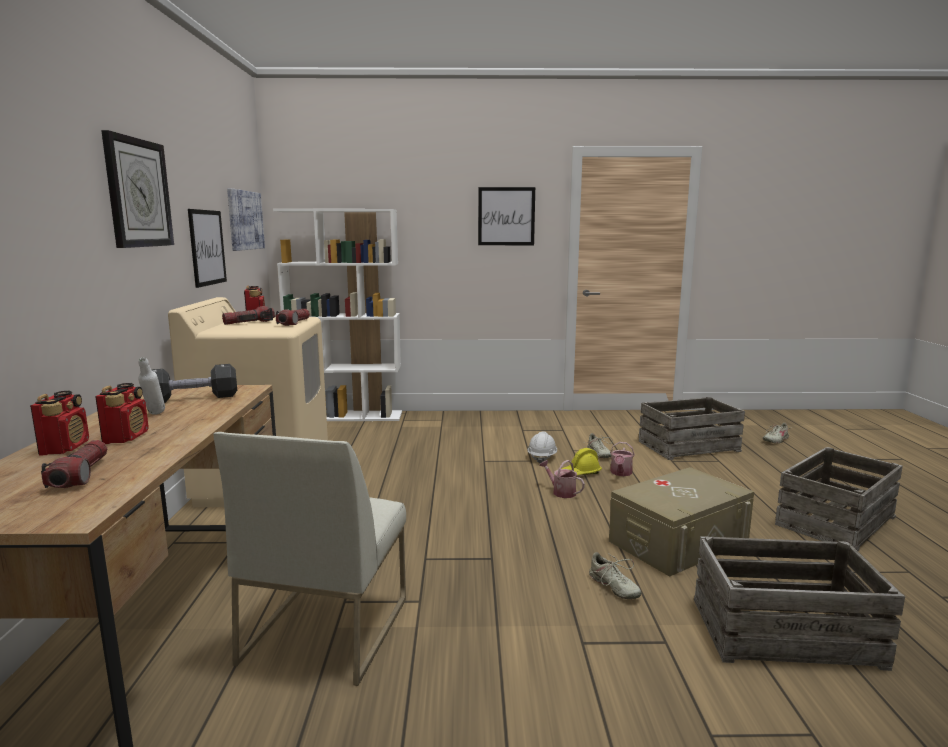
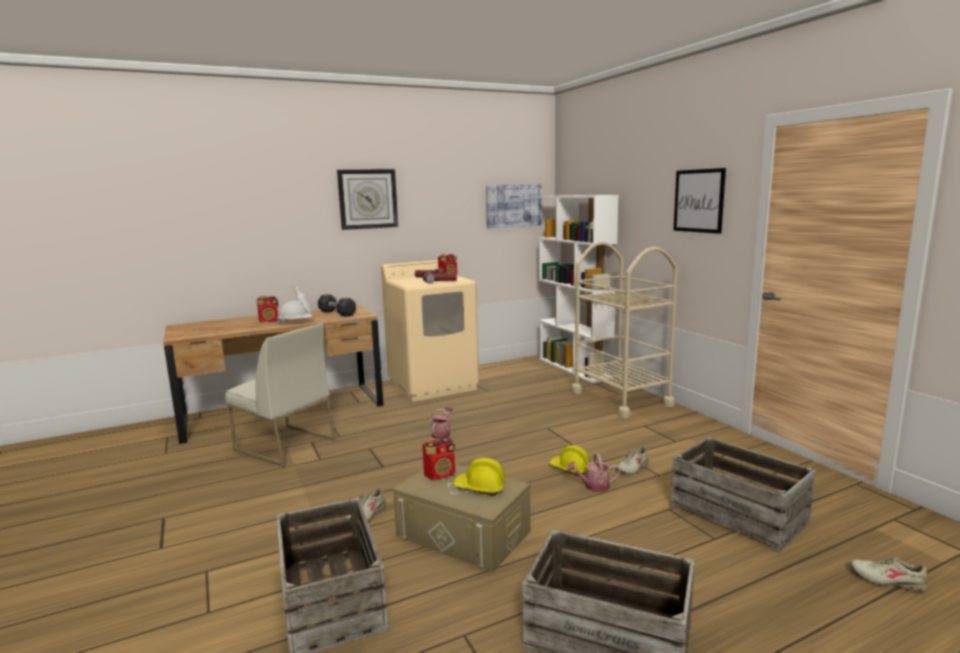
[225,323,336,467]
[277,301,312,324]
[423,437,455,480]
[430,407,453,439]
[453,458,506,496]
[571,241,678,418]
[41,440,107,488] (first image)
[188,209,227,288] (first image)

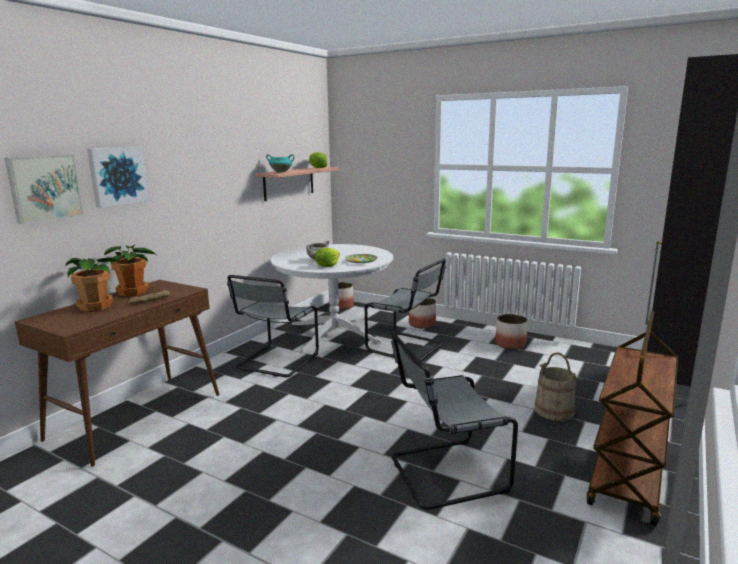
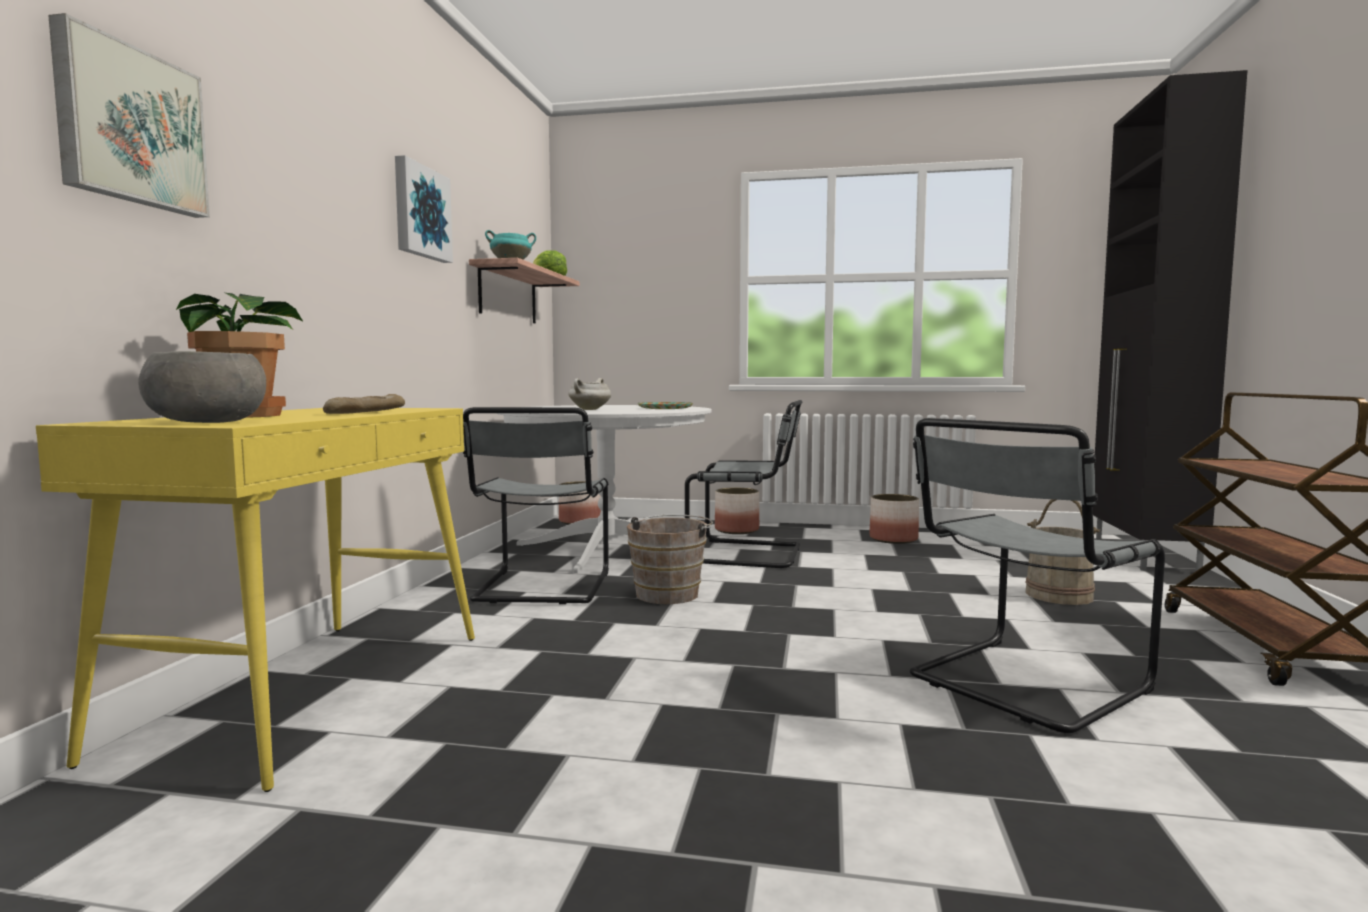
[36,408,475,792]
[138,351,266,423]
[395,155,453,263]
[627,515,713,604]
[104,245,156,296] (first image)
[315,248,340,267] (first image)

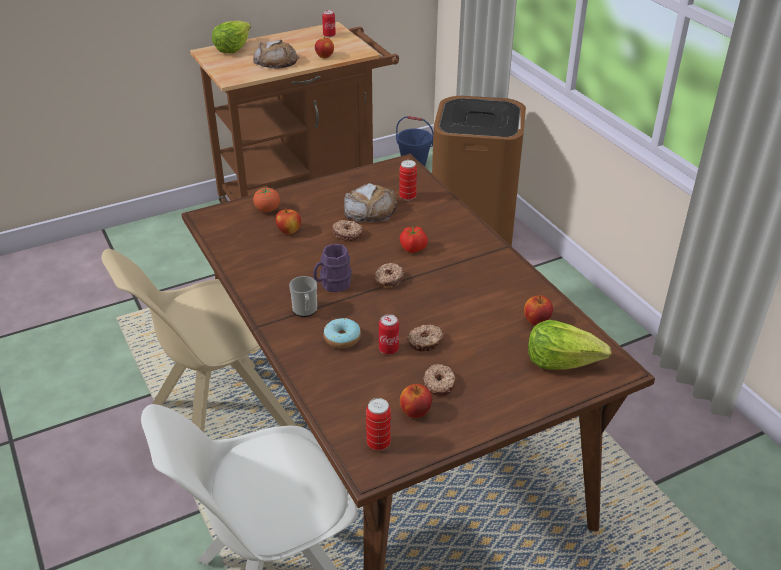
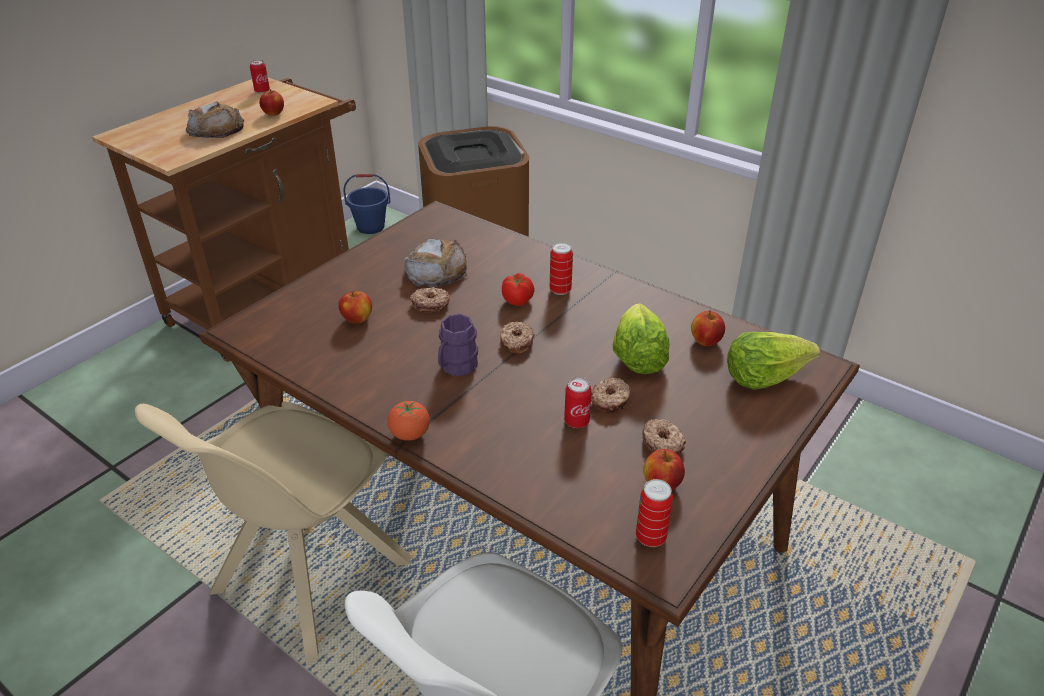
[388,401,430,440]
[550,242,573,295]
[613,303,669,374]
[289,276,317,317] (first image)
[324,318,361,349] (first image)

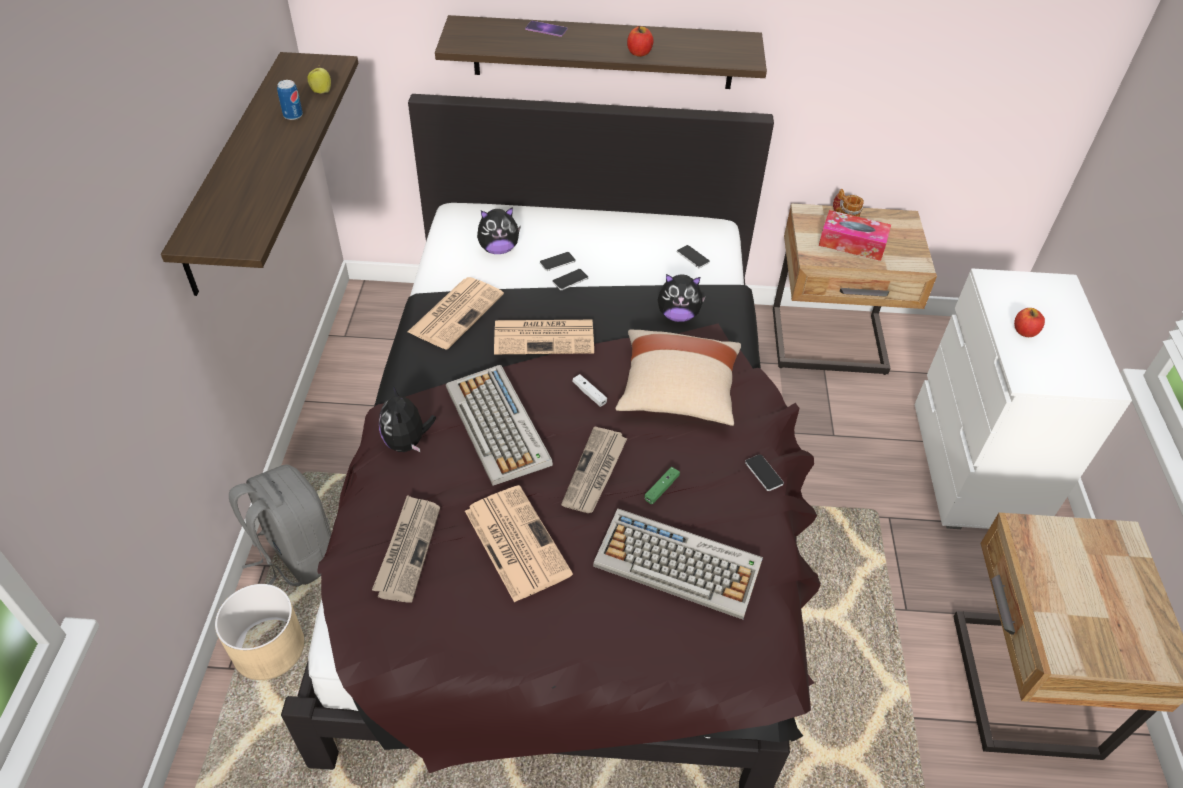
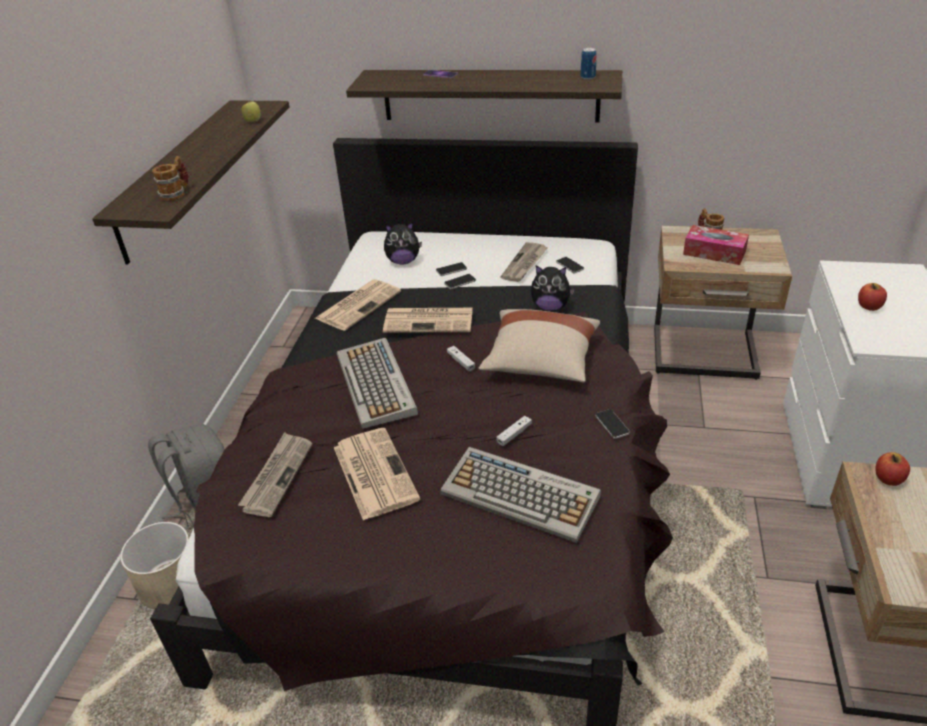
[152,156,188,201]
[496,416,532,446]
[500,242,548,282]
[581,48,597,80]
[875,452,910,486]
[379,386,436,452] (first image)

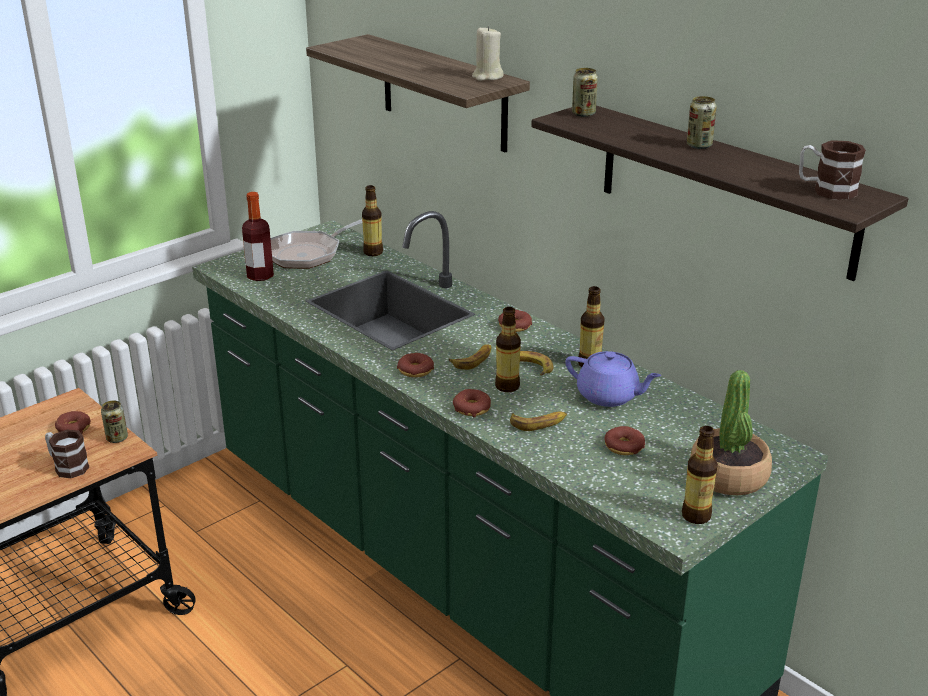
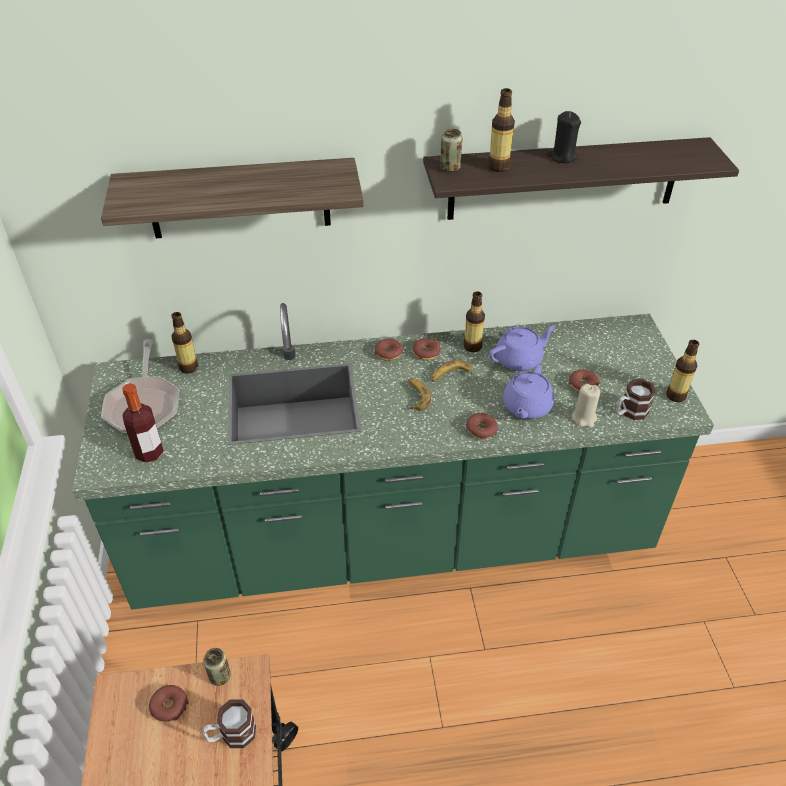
[412,338,441,360]
[488,88,515,172]
[503,365,554,419]
[548,111,581,163]
[572,384,601,428]
[616,379,656,420]
[690,370,772,495] (first image)

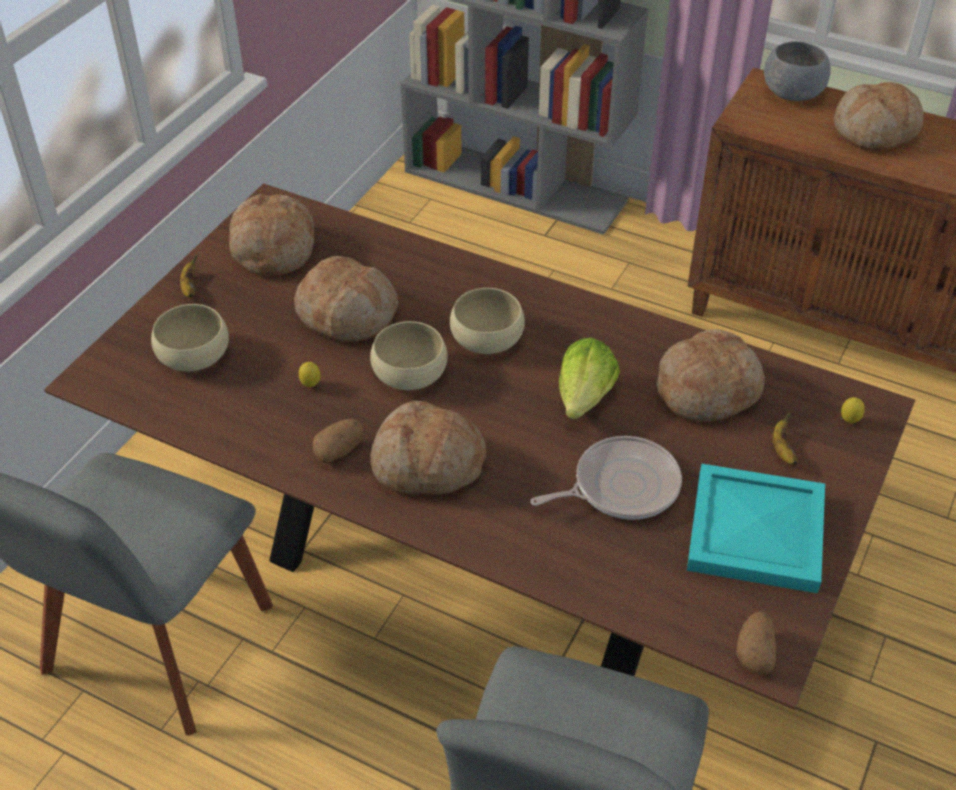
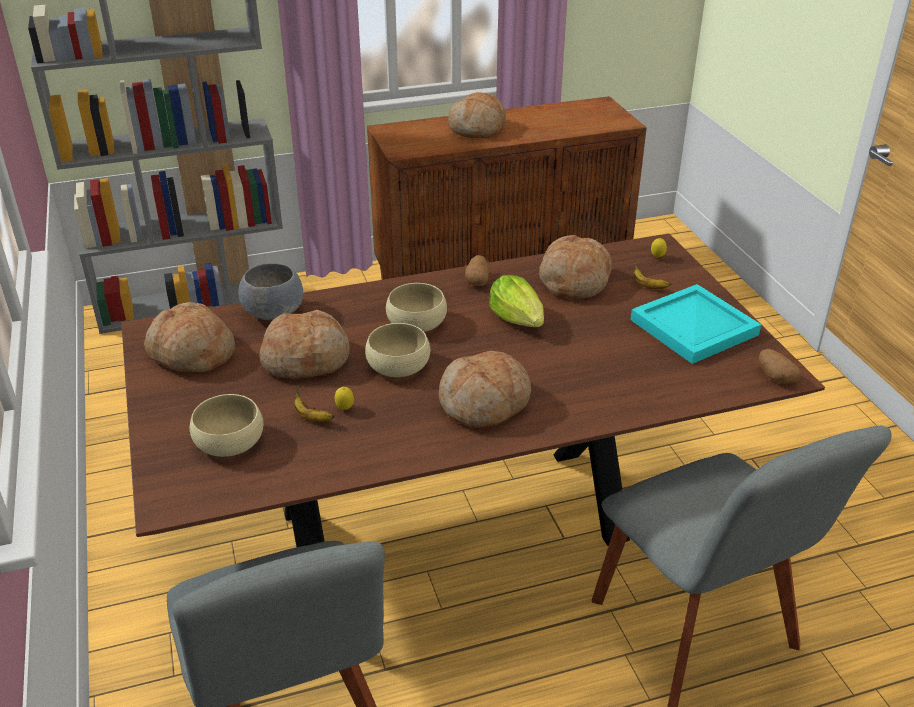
[239,263,303,320]
[294,388,334,422]
[465,255,489,286]
[530,436,682,520] (first image)

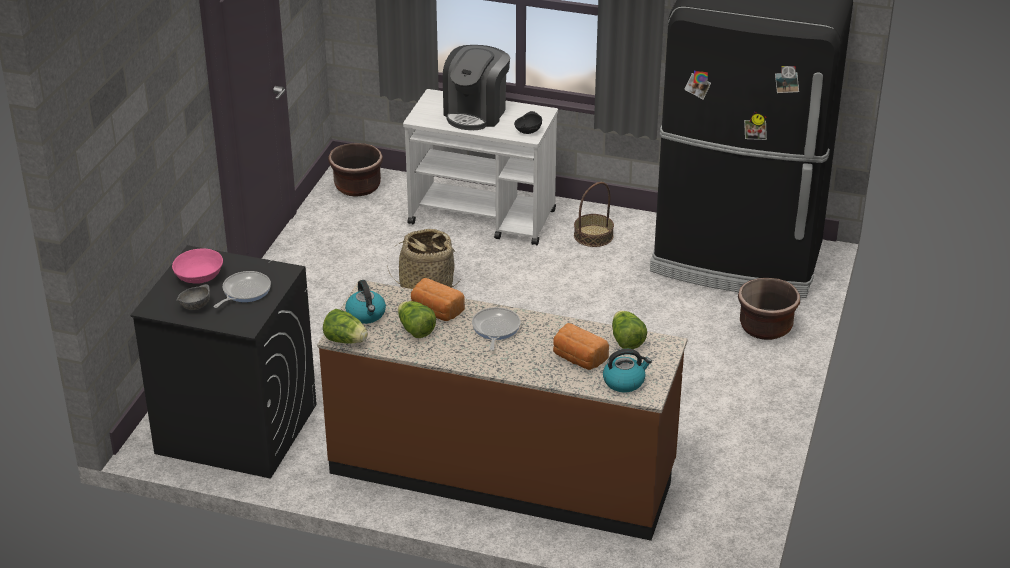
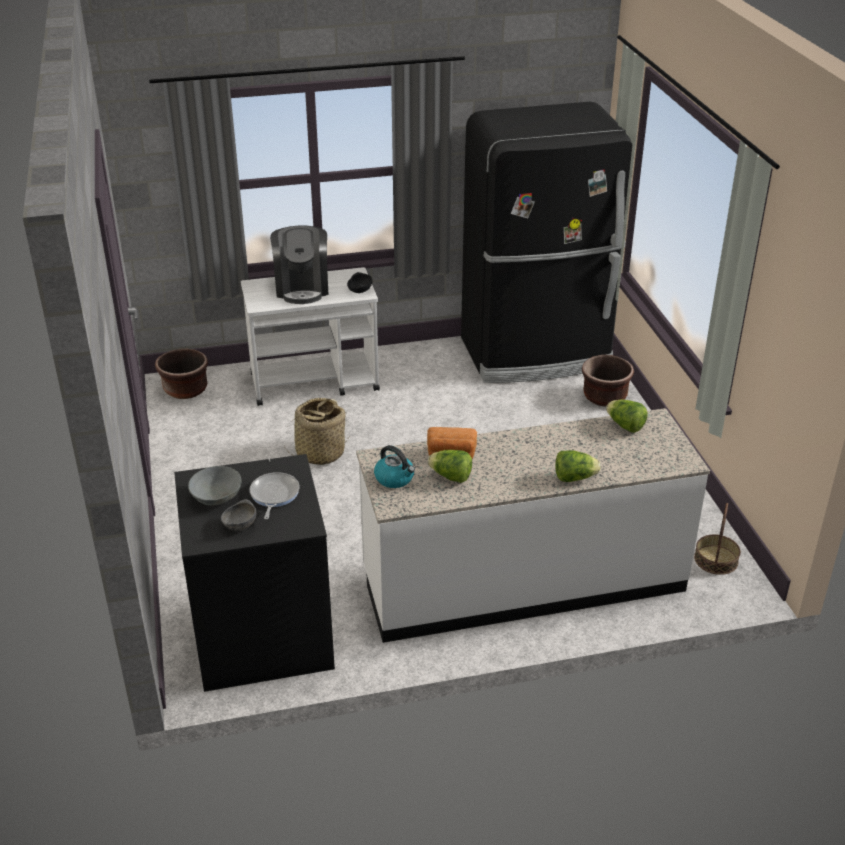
[188,466,241,506]
[356,408,710,643]
[555,450,601,482]
[694,503,741,575]
[472,307,521,351] (first image)
[553,323,609,370] (first image)
[603,349,652,392] (first image)

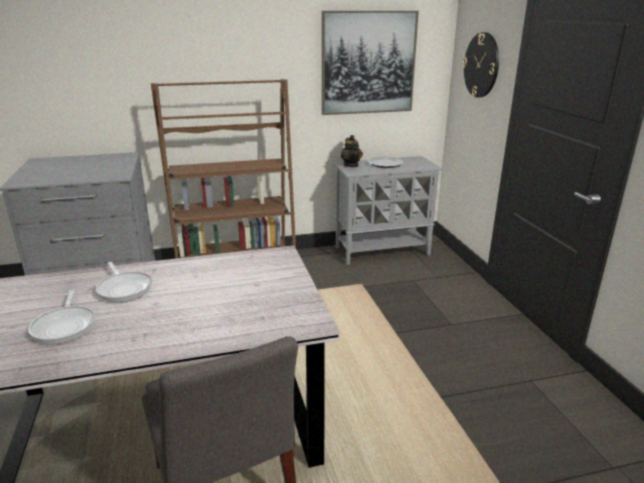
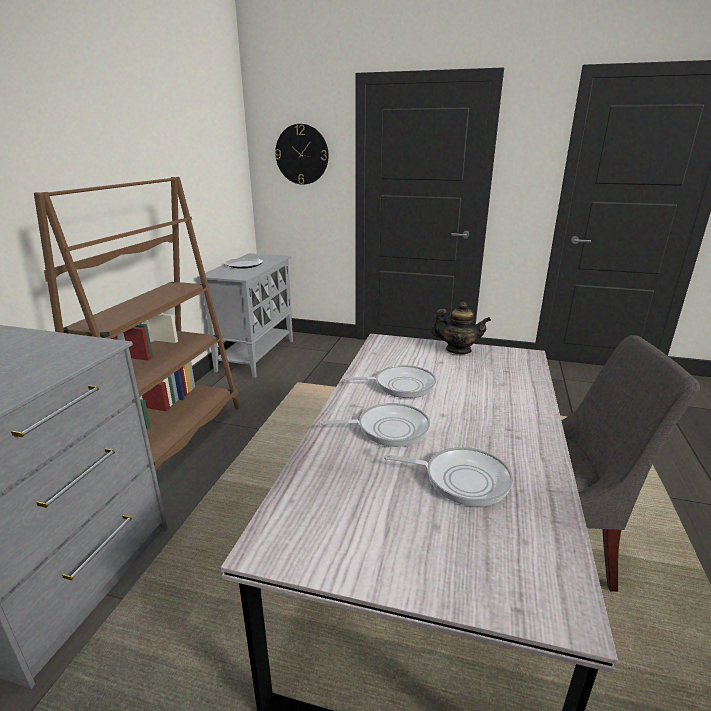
[343,365,436,398]
[431,302,491,354]
[322,11,419,115] (first image)

